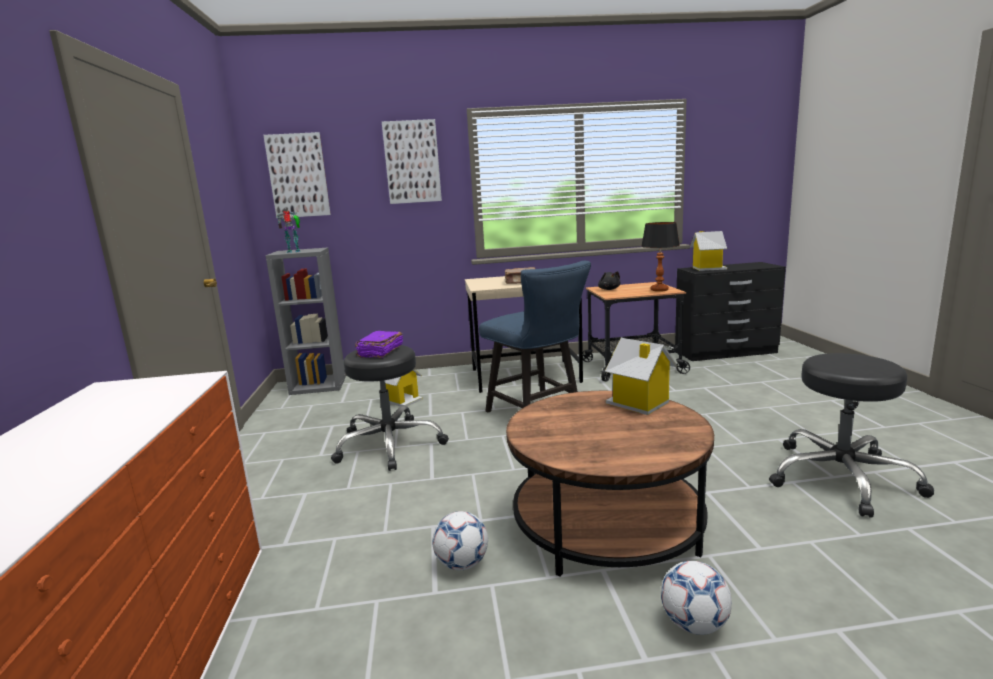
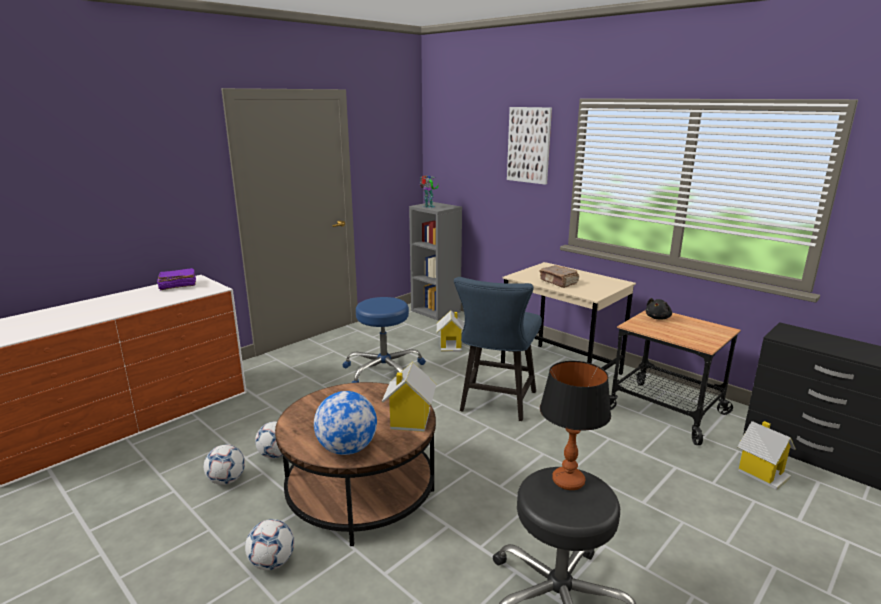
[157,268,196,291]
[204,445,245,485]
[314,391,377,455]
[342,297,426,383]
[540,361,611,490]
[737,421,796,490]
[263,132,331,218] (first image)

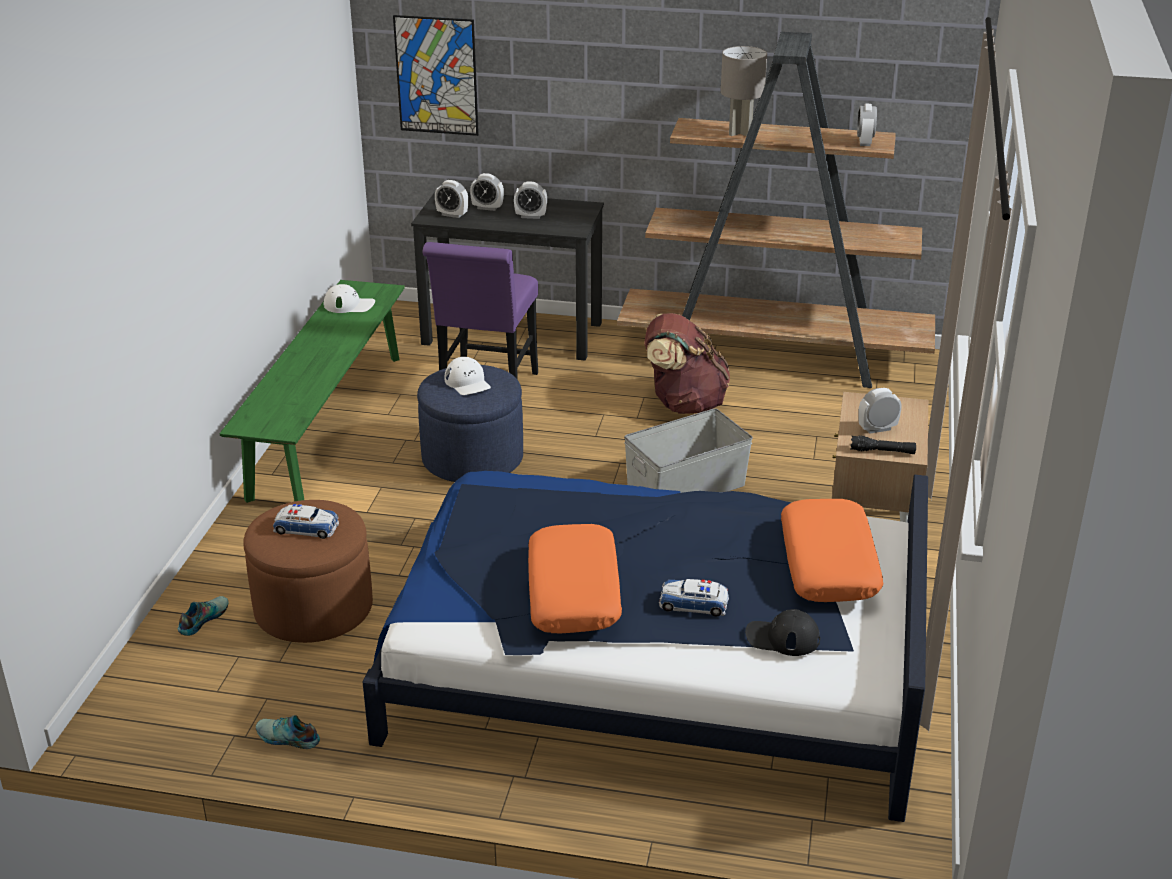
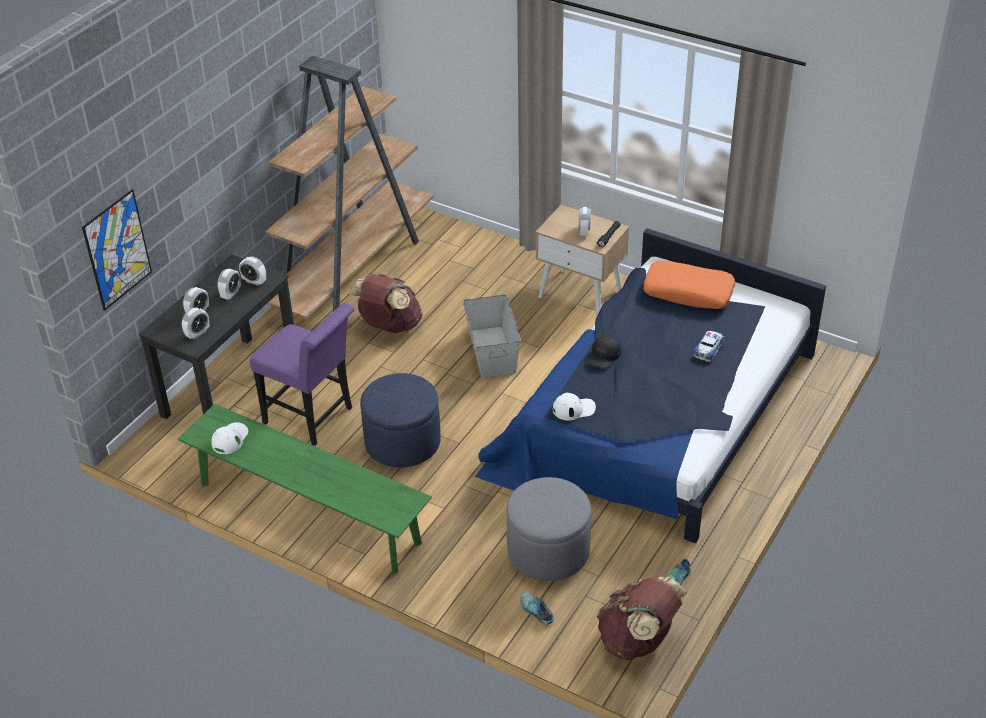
[239,256,266,286]
[506,477,591,581]
[553,393,596,421]
[586,335,621,368]
[597,577,687,660]
[273,504,339,539] (first image)
[528,524,622,633] (first image)
[721,46,767,136] (first image)

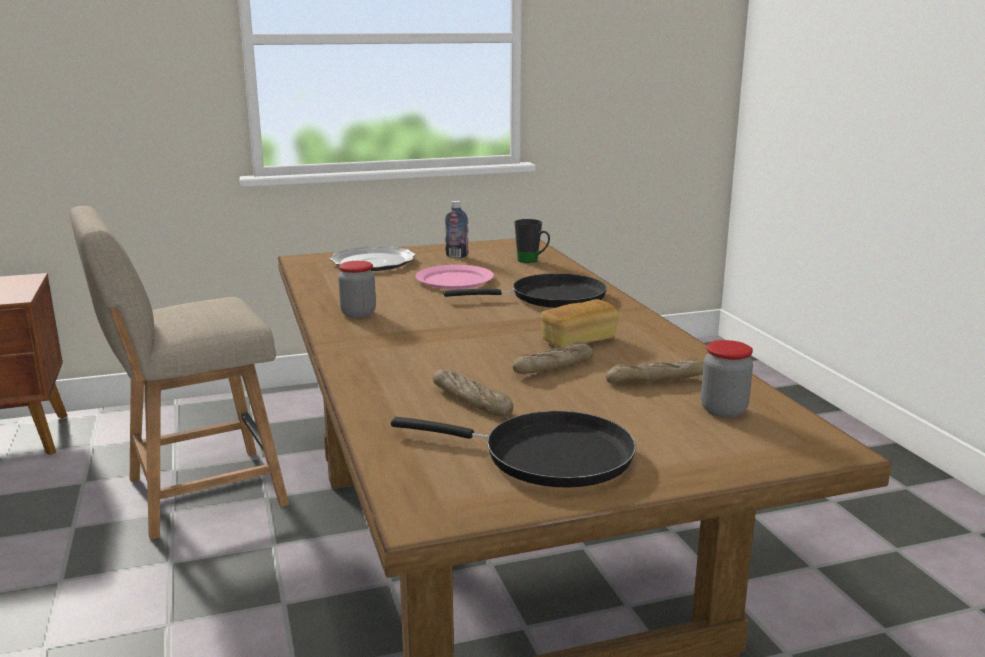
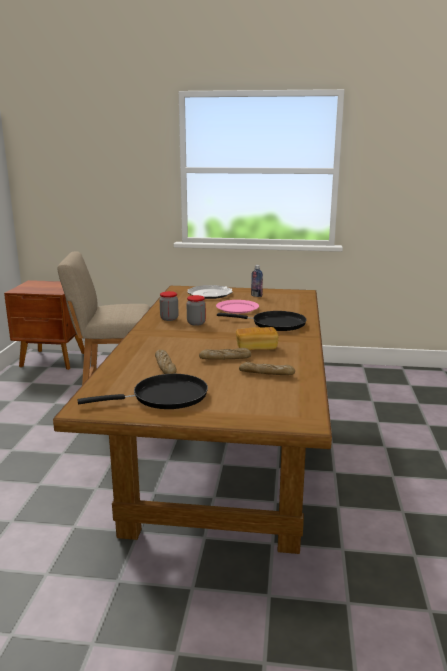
[78,374,208,409]
[187,295,206,326]
[515,219,550,263] (first image)

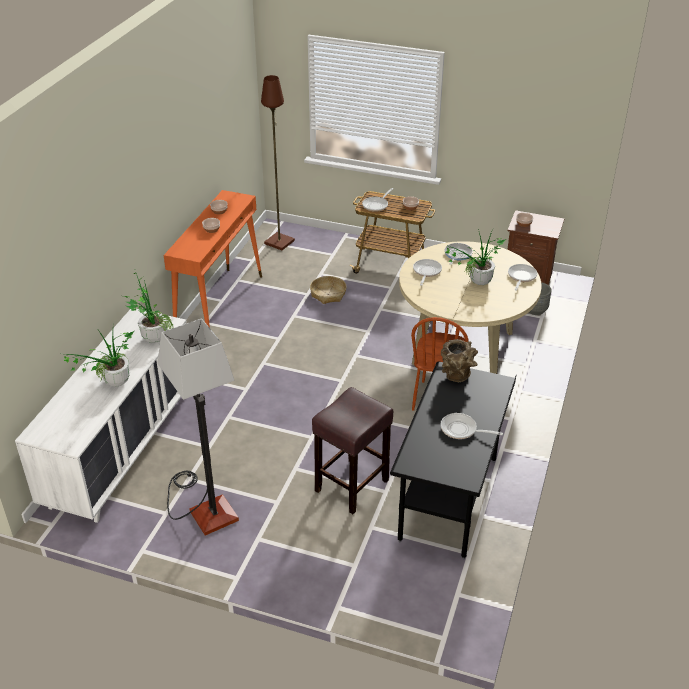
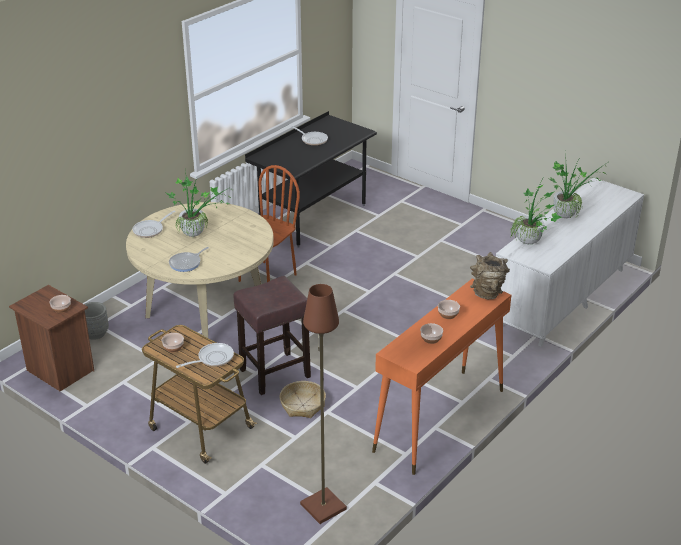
[233,276,311,395]
[470,252,510,299]
[158,318,239,536] (first image)
[413,259,442,286] (first image)

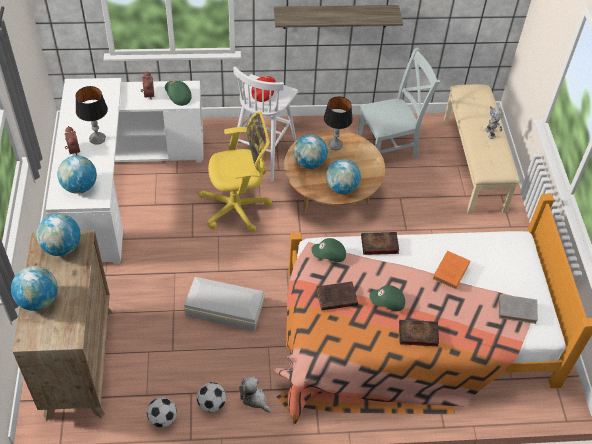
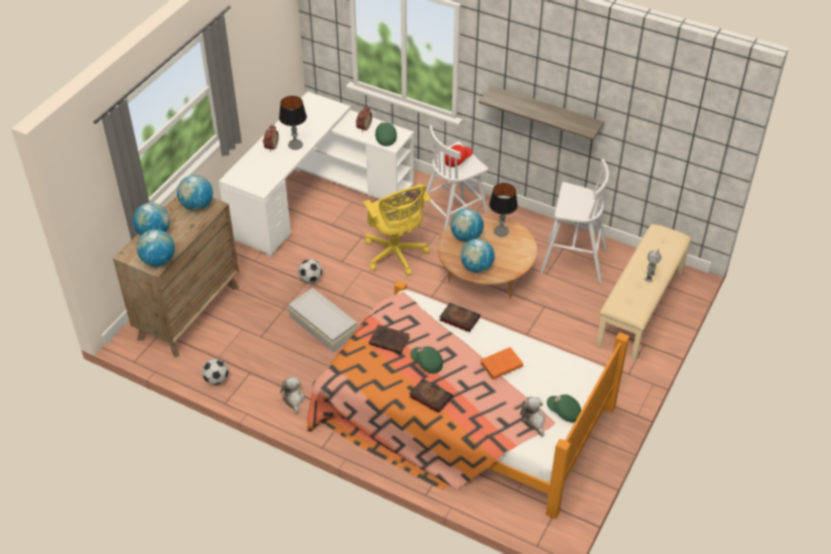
[137,229,175,266]
[298,259,322,283]
[363,184,431,276]
[520,397,545,437]
[540,159,609,283]
[547,395,581,422]

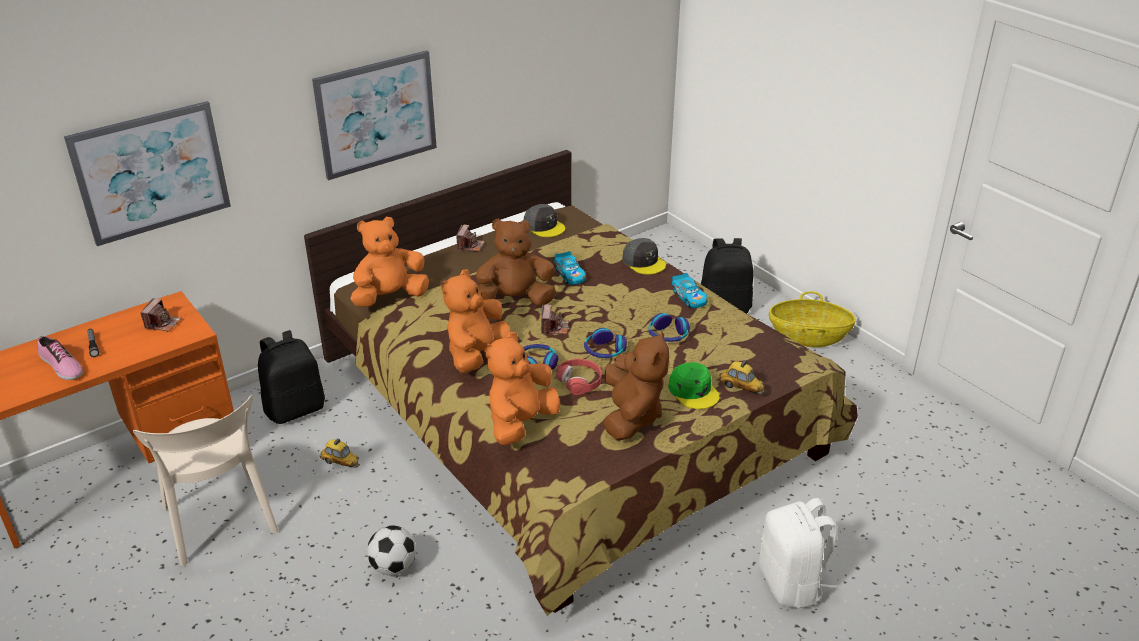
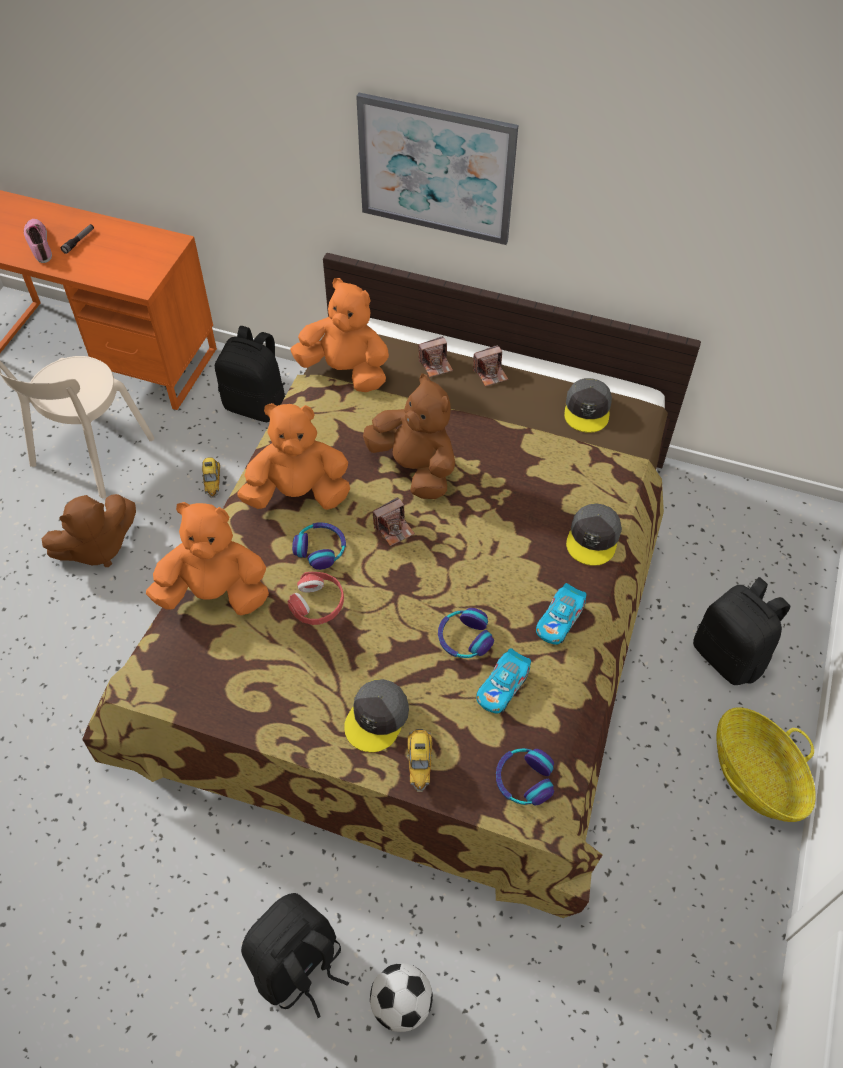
[24,219,52,263]
[42,494,136,567]
[241,893,349,1018]
[344,679,409,752]
[370,963,433,1032]
[419,336,453,377]
[476,648,531,714]
[496,748,554,805]
[64,101,231,246] (first image)

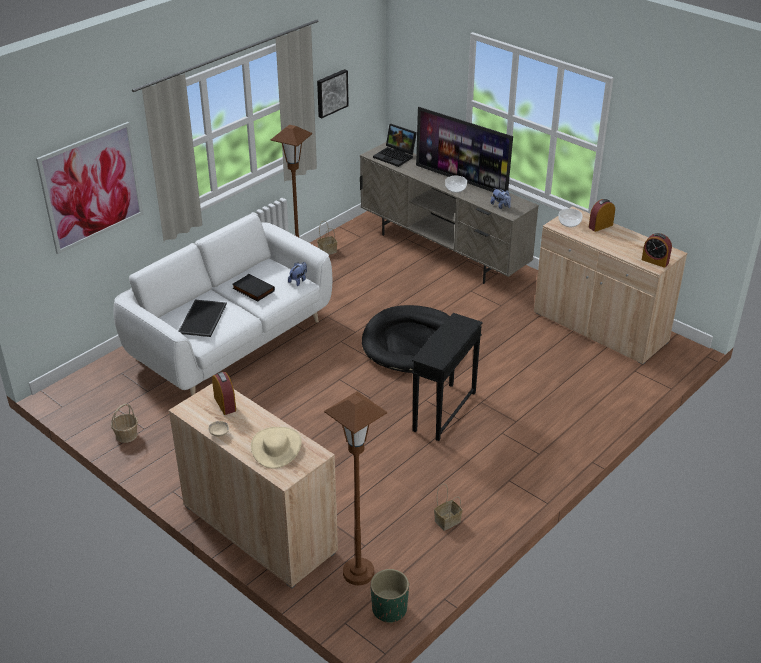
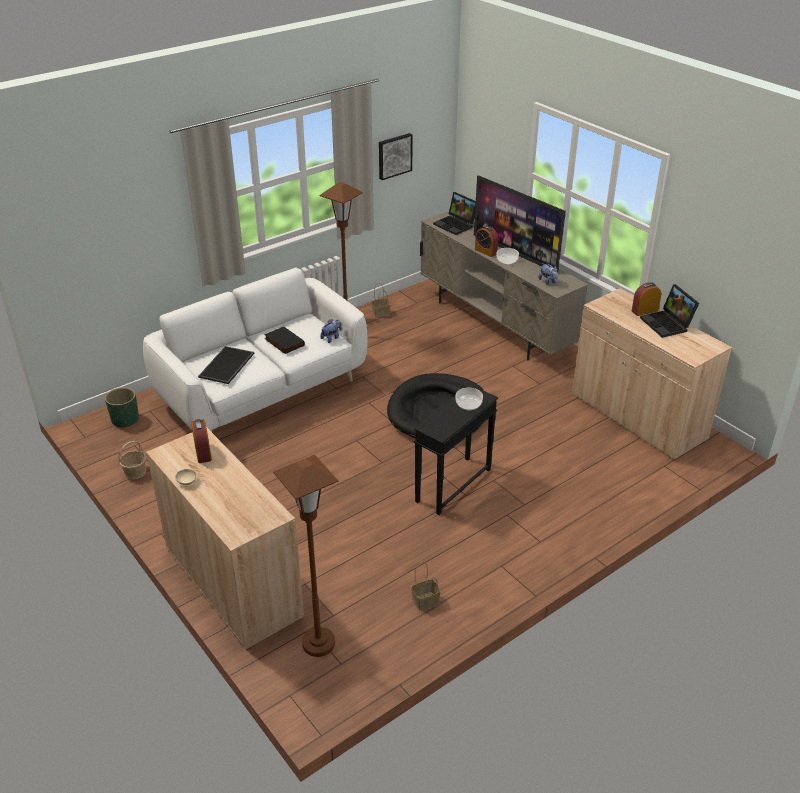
[105,387,139,428]
[455,388,483,411]
[475,226,498,257]
[640,284,699,338]
[36,122,143,254] (first image)
[251,427,302,469] (first image)

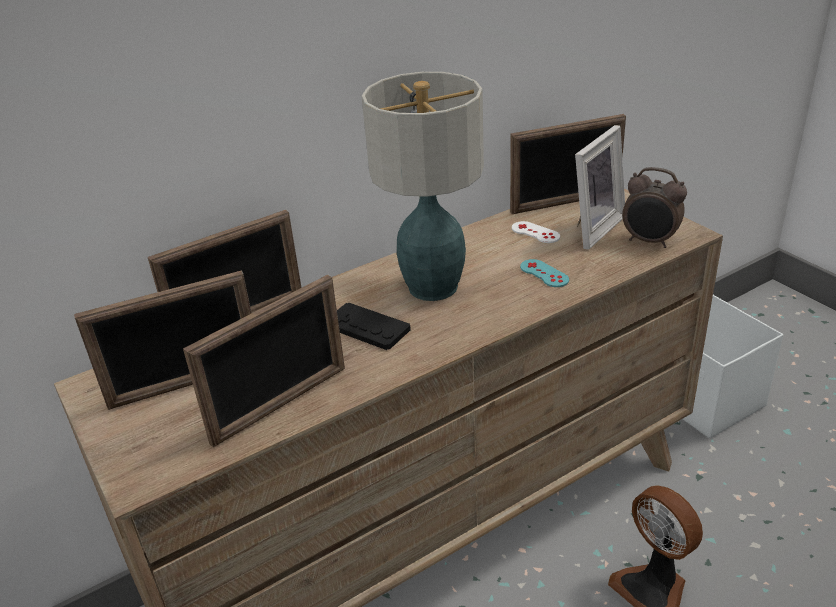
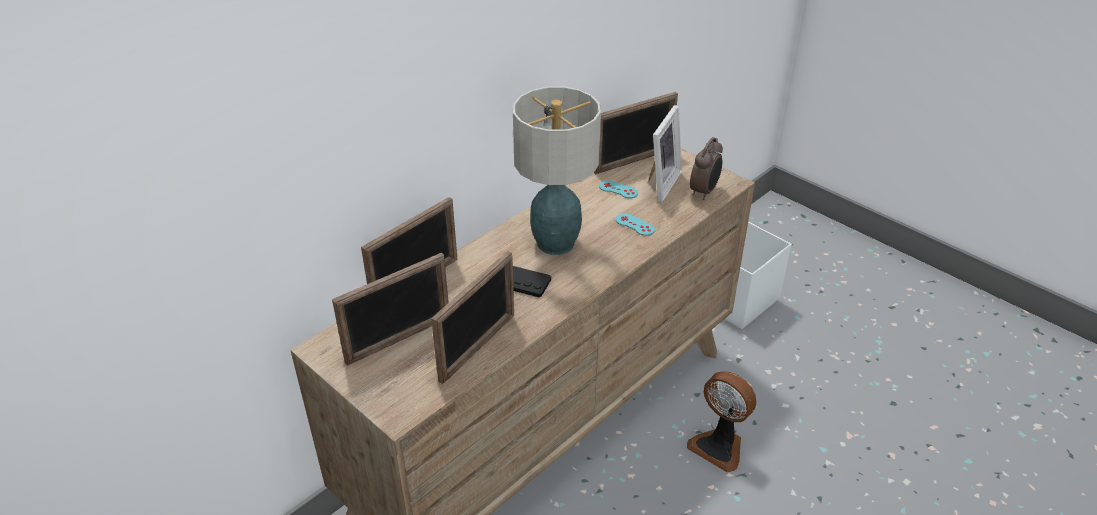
[599,180,638,198]
[690,137,723,200]

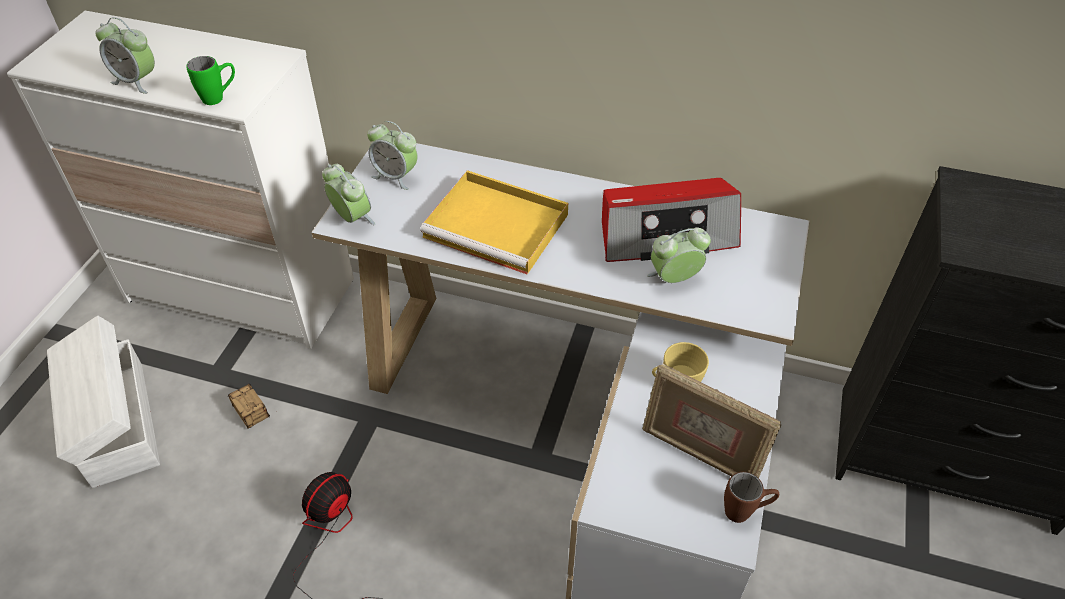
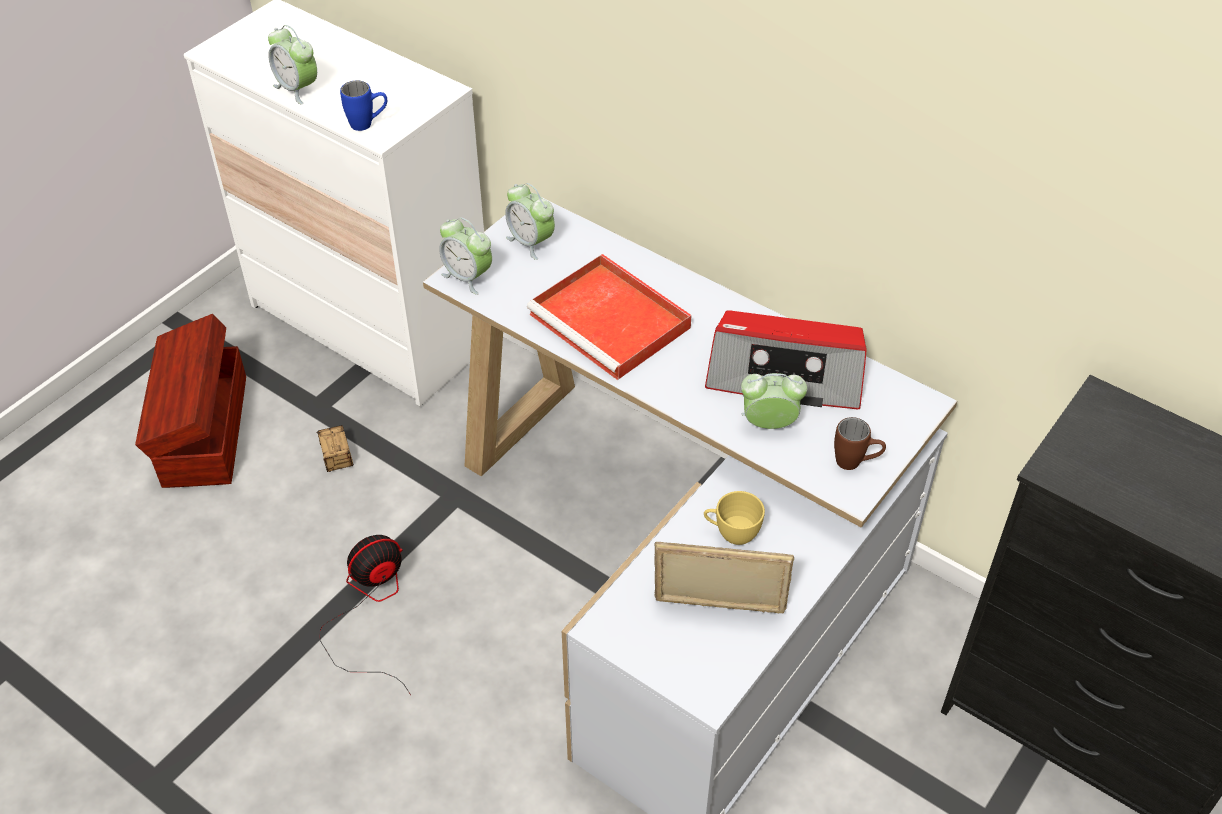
[135,314,246,488]
[340,81,387,131]
[439,217,492,295]
[527,254,692,380]
[654,542,794,613]
[834,417,886,470]

